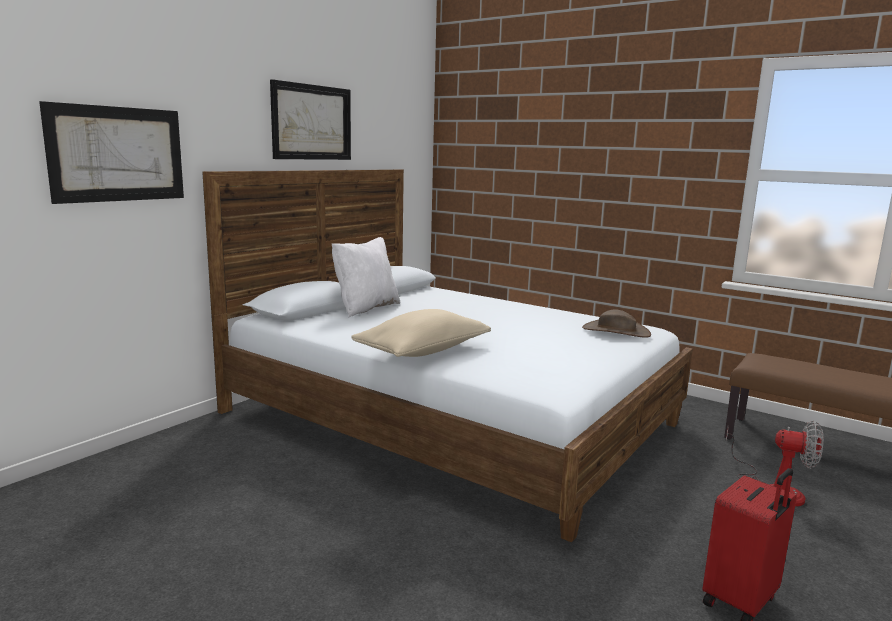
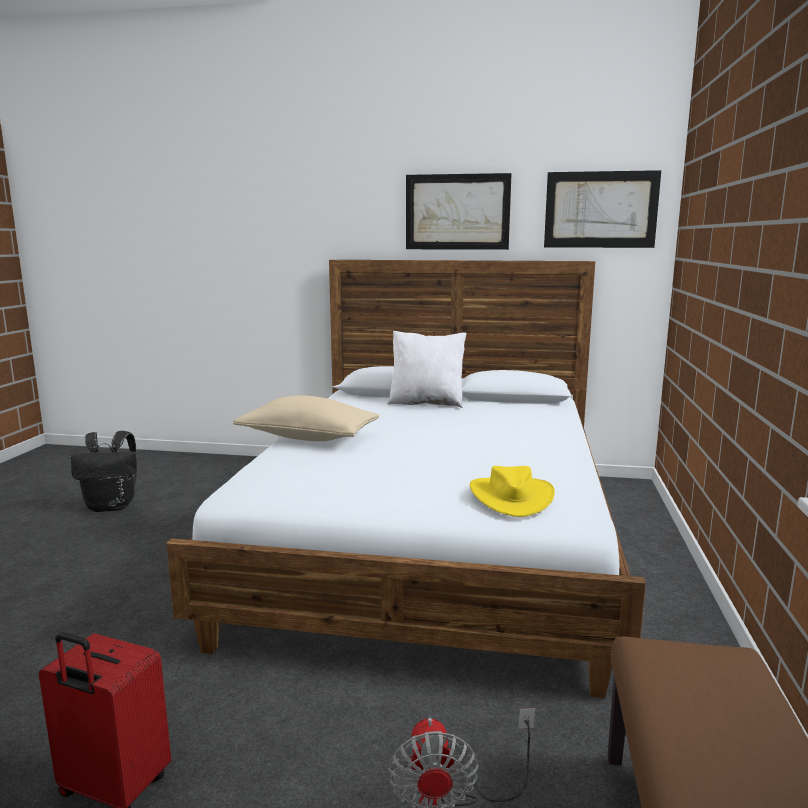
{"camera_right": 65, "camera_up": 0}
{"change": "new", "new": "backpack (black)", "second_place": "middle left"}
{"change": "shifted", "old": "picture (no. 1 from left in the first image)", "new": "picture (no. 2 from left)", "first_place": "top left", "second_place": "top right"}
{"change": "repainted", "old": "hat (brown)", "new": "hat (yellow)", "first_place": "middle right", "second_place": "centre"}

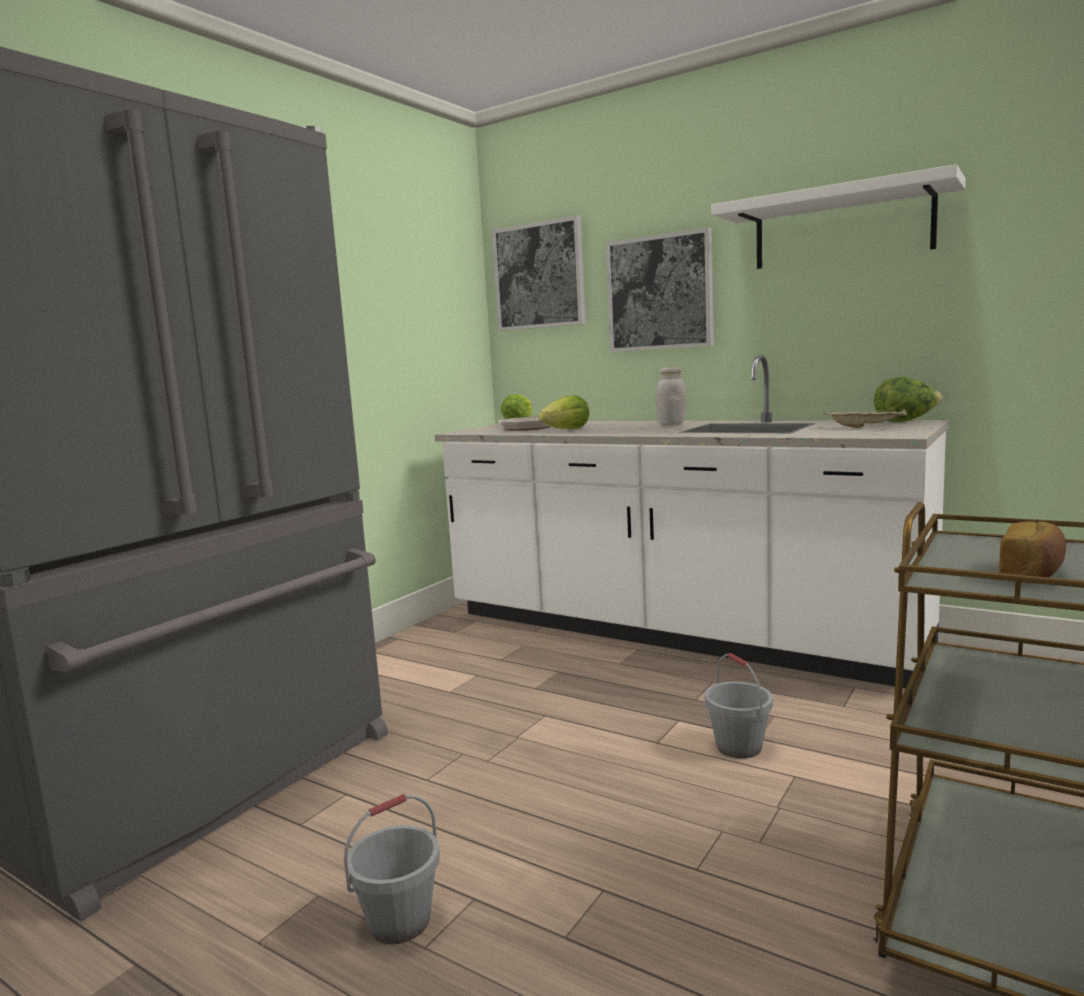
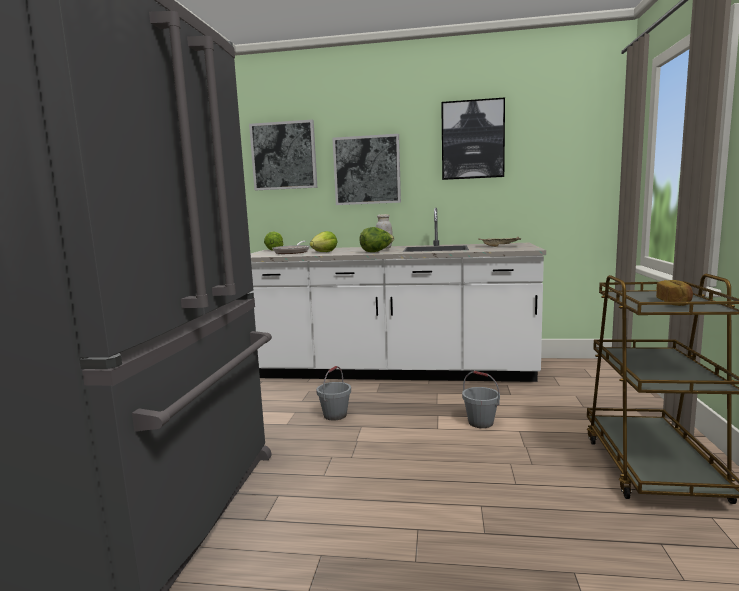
{"camera_right": -25, "camera_up": 0}
{"change": "shifted", "old": "bucket (grey) (no. 1 from left)", "first_place": "bottom centre", "second_place": "centre"}
{"change": "shifted", "old": "lettuce (no. 3 from left)", "first_place": "middle right", "second_place": "centre"}
{"change": "swapped", "old": "shelf (white)", "new": "picture (no. 3 from left)", "first_place": "top right", "second_place": "top centre"}

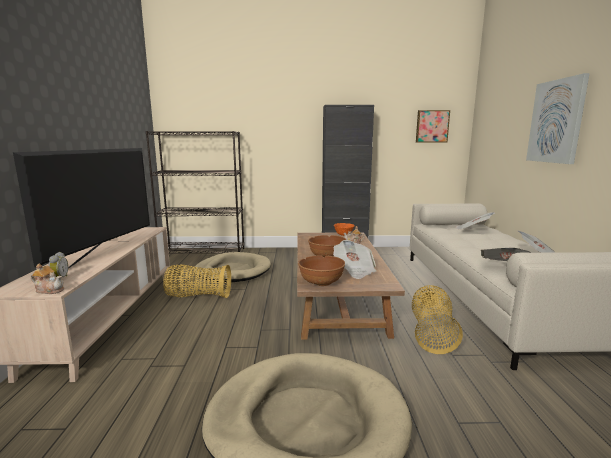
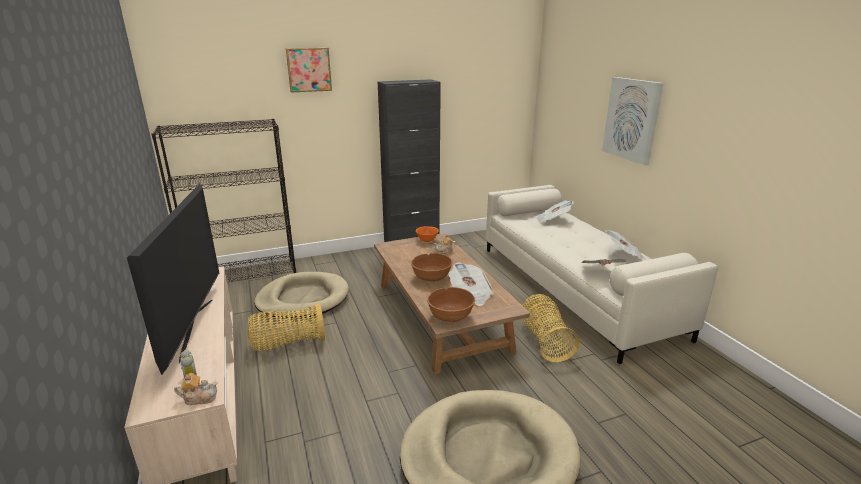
{"camera_right": -20, "camera_up": 10}
{"change": "shifted", "old": "picture (no. 1 from left)", "first_place": "top right", "second_place": "top centre"}

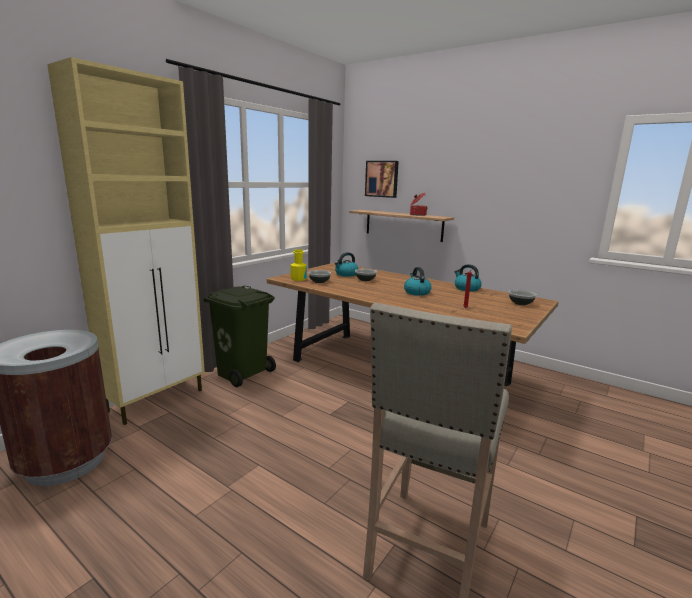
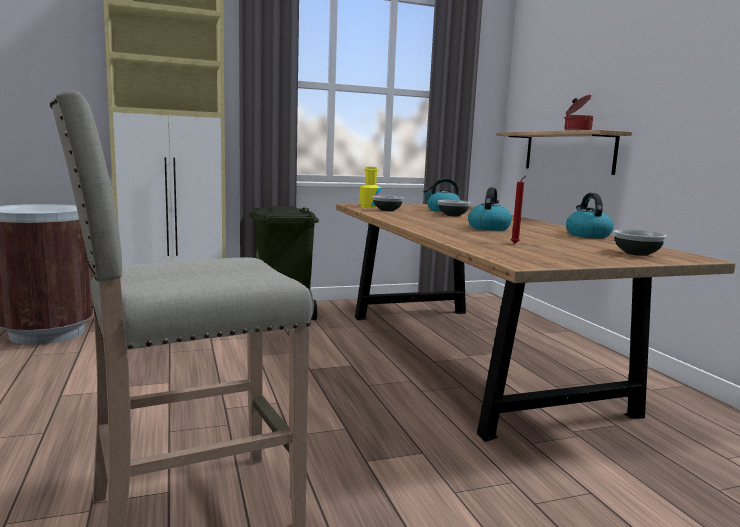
{"camera_right": 35, "camera_up": -5}
{"change": "gone", "old": "picture", "first_place": "top centre"}

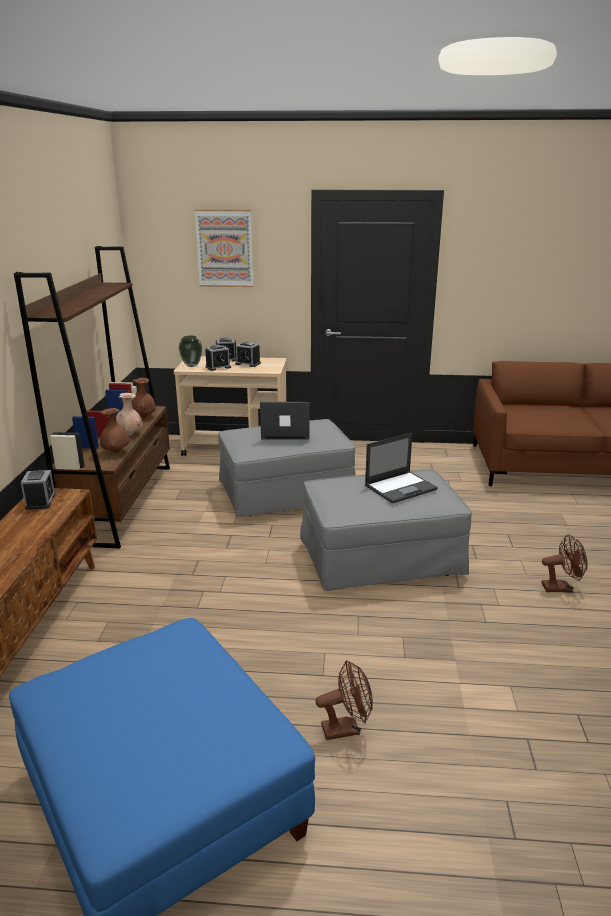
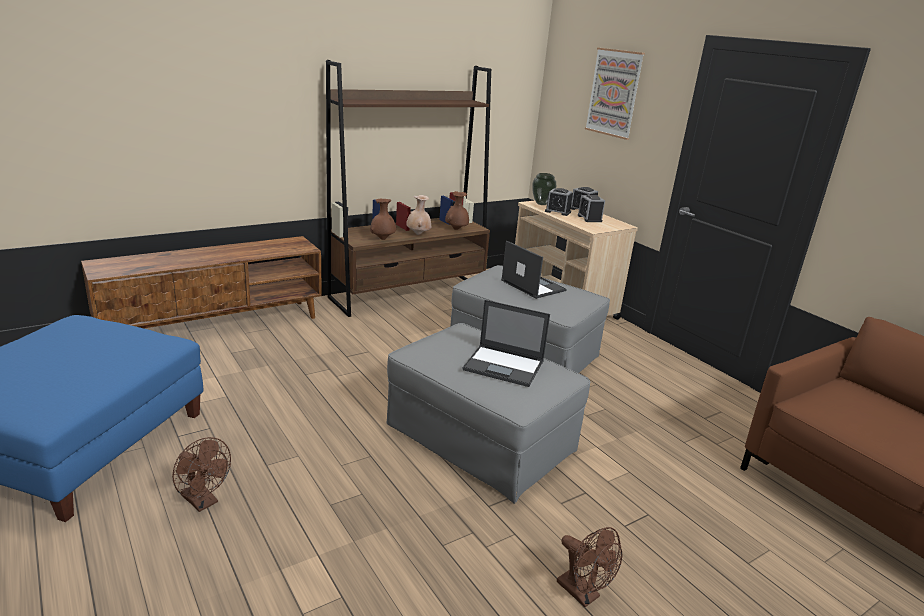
{"camera_right": 50, "camera_up": 0}
{"change": "gone", "old": "alarm clock (no. 1 from left)", "first_place": "middle left"}

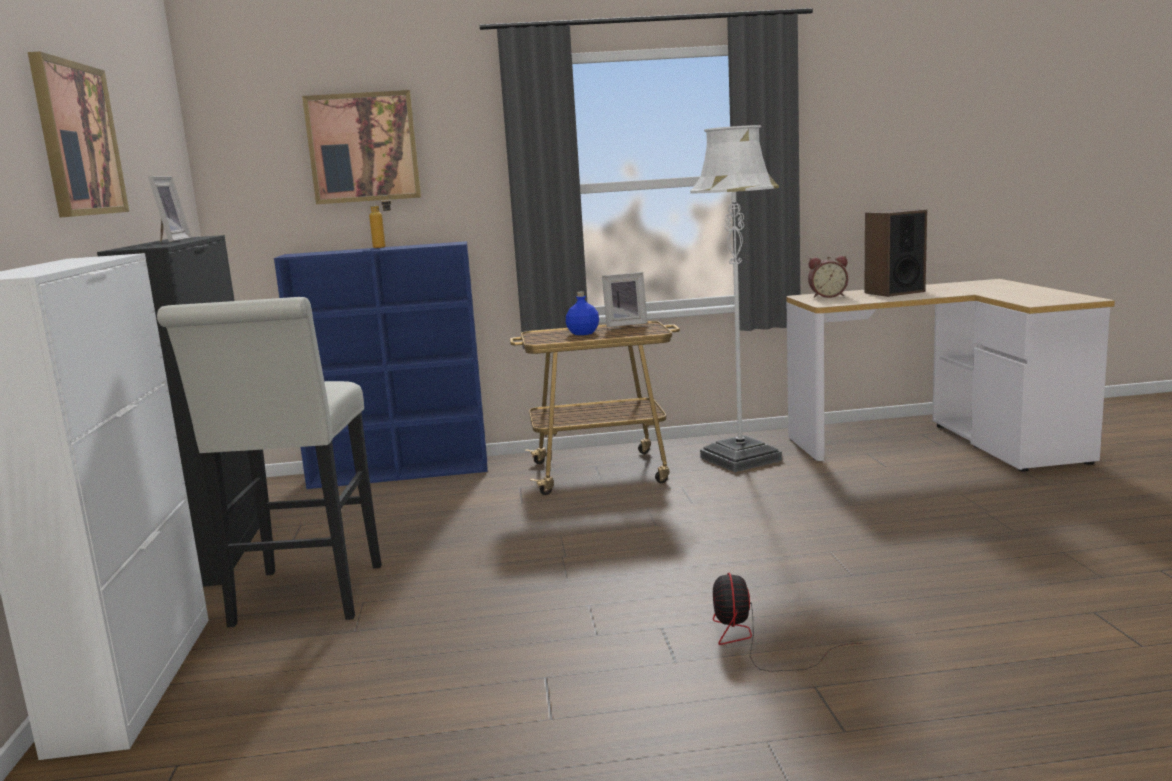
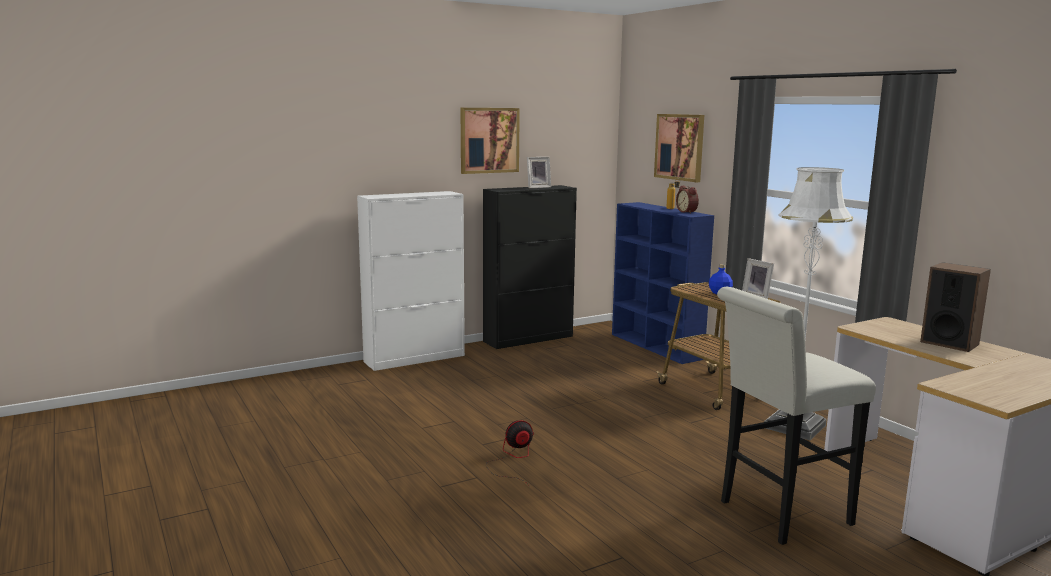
{"camera_right": 65, "camera_up": 0}
{"change": "shifted", "old": "stool (white)", "first_place": "middle left", "second_place": "bottom right"}
{"change": "shifted", "old": "alarm clock", "first_place": "middle right", "second_place": "centre"}

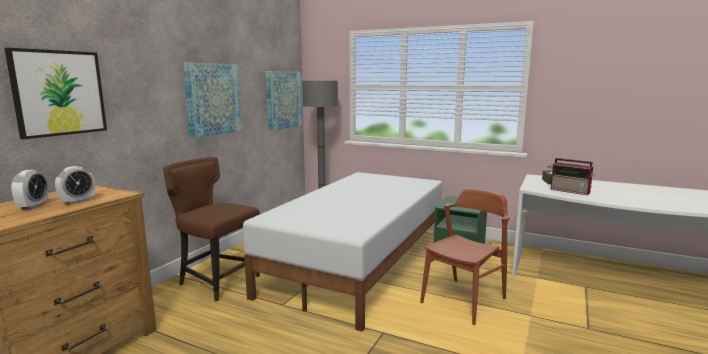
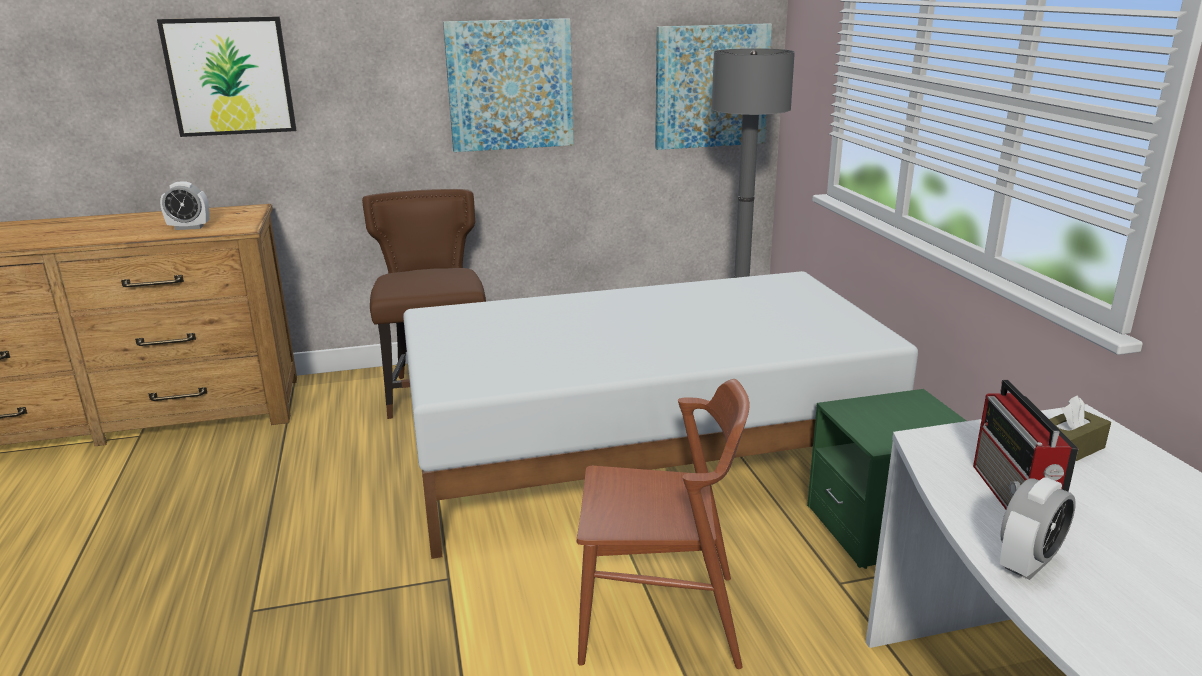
{"camera_right": 50, "camera_up": 10}
{"change": "shifted", "old": "alarm clock (no. 1 from left in the first image)", "new": "alarm clock (no. 2 from left)", "first_place": "middle left", "second_place": "bottom right"}

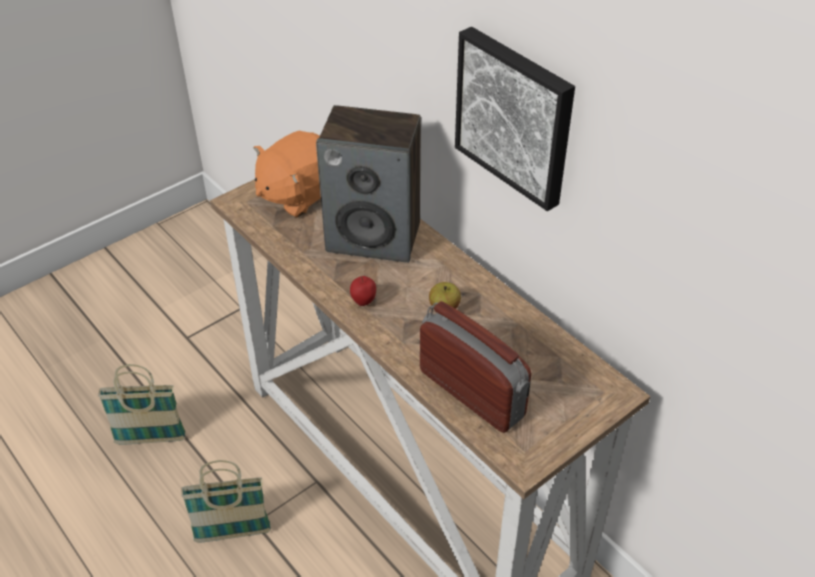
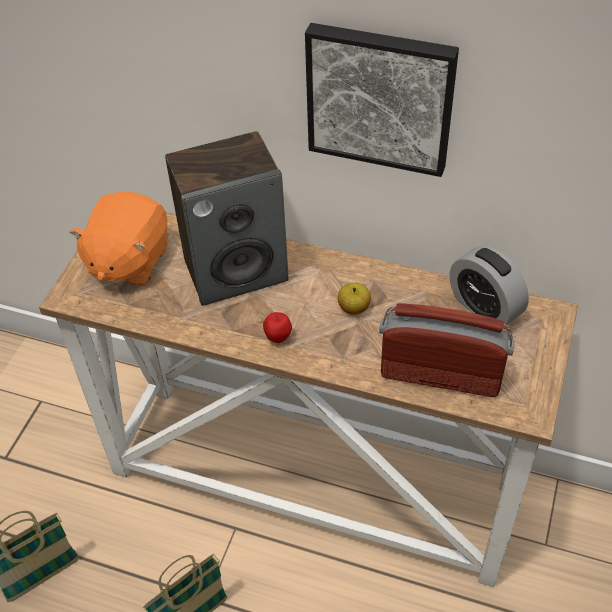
{"camera_right": -30, "camera_up": 5}
{"change": "new", "new": "alarm clock", "second_place": "middle right"}

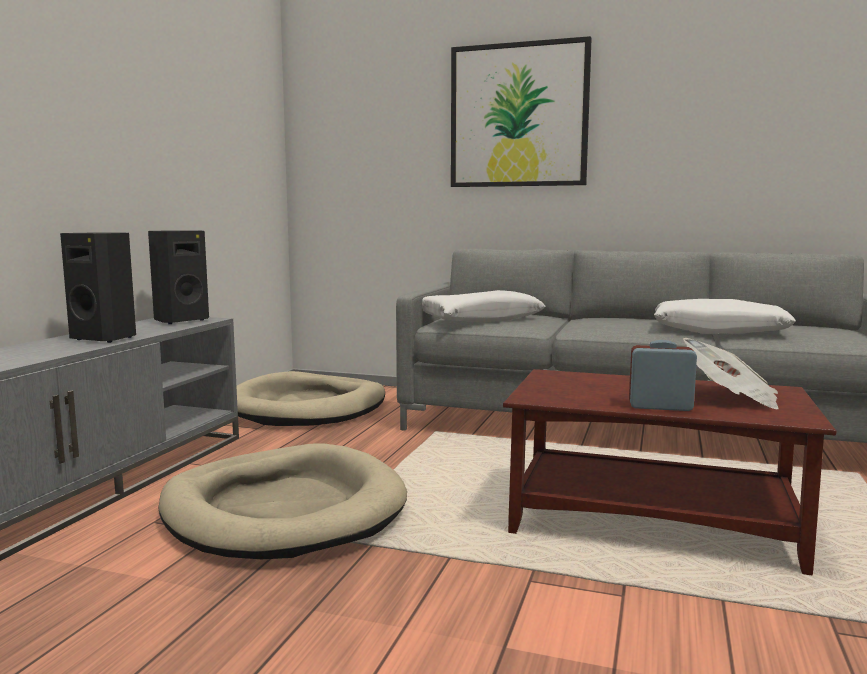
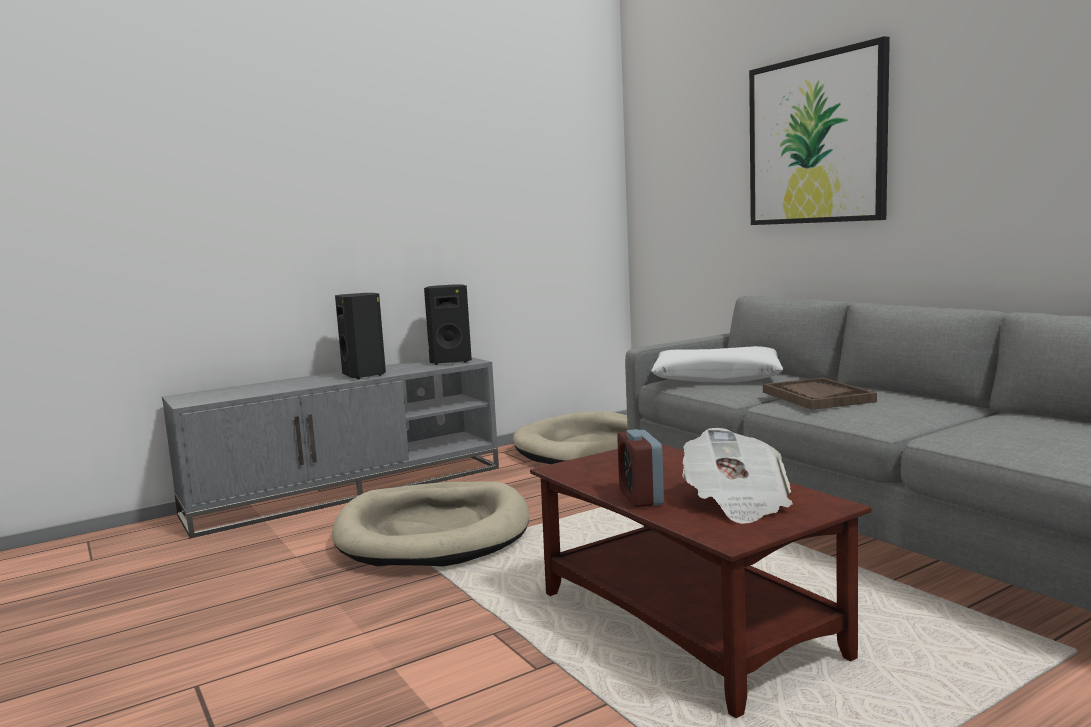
{"camera_right": 40, "camera_up": 0}
{"change": "gone", "old": "pillow (white) (no. 2 from left)", "first_place": "middle right"}
{"change": "new", "new": "tray (brown)", "second_place": "middle right"}
{"change": "rotated", "old": "alarm clock", "first_place": "middle right", "second_place": "centre", "degrees": -150}

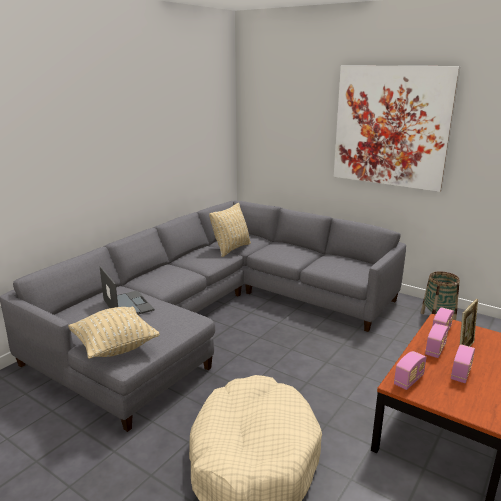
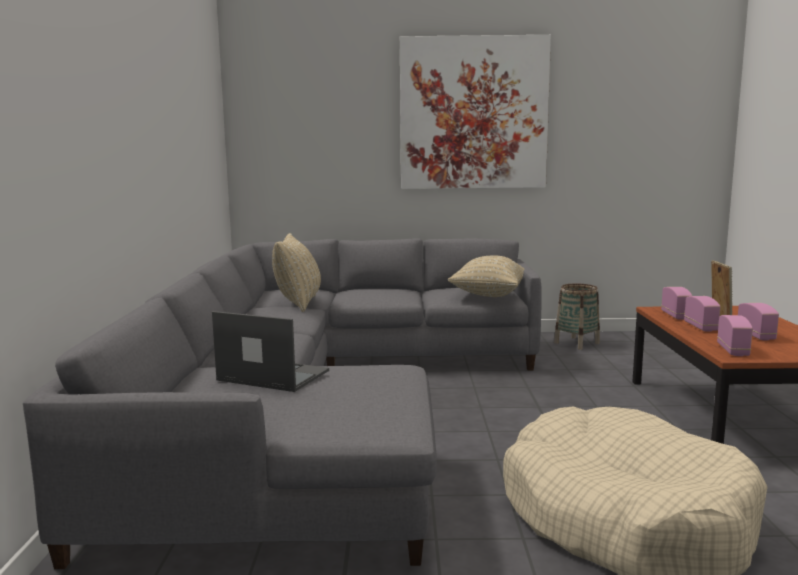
{"camera_right": -35, "camera_up": -10}
{"change": "shifted", "old": "pillow (beige) (no. 1 from left in the first image)", "new": "pillow (beige) (no. 2 from left)", "first_place": "middle left", "second_place": "centre"}

